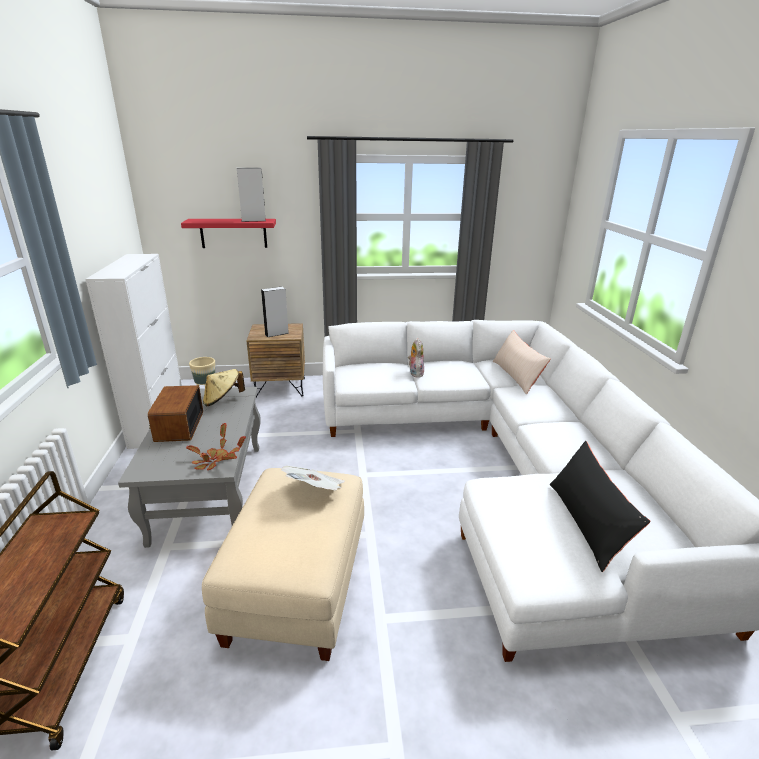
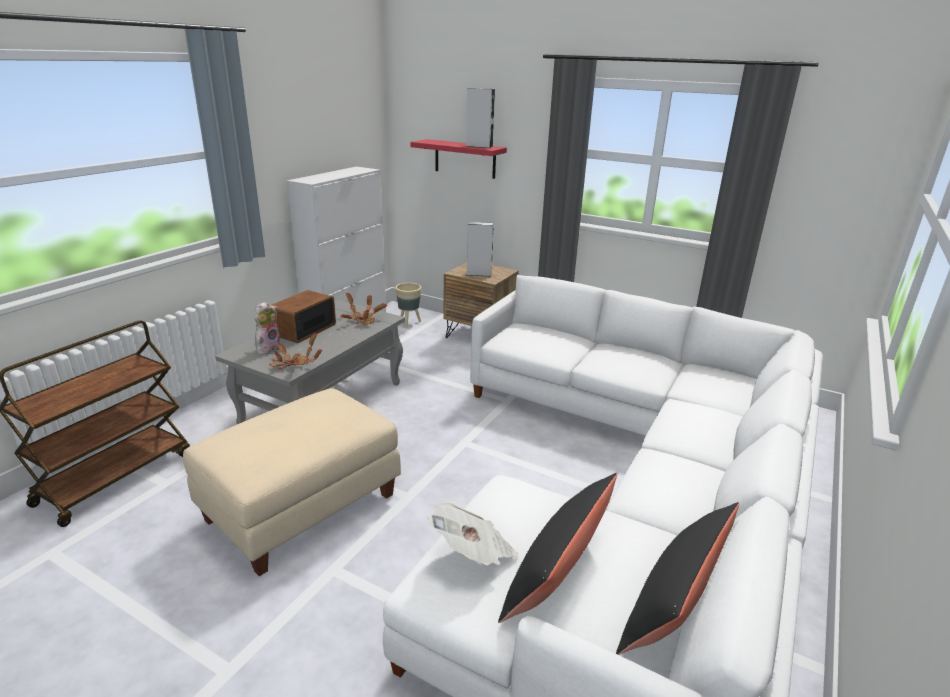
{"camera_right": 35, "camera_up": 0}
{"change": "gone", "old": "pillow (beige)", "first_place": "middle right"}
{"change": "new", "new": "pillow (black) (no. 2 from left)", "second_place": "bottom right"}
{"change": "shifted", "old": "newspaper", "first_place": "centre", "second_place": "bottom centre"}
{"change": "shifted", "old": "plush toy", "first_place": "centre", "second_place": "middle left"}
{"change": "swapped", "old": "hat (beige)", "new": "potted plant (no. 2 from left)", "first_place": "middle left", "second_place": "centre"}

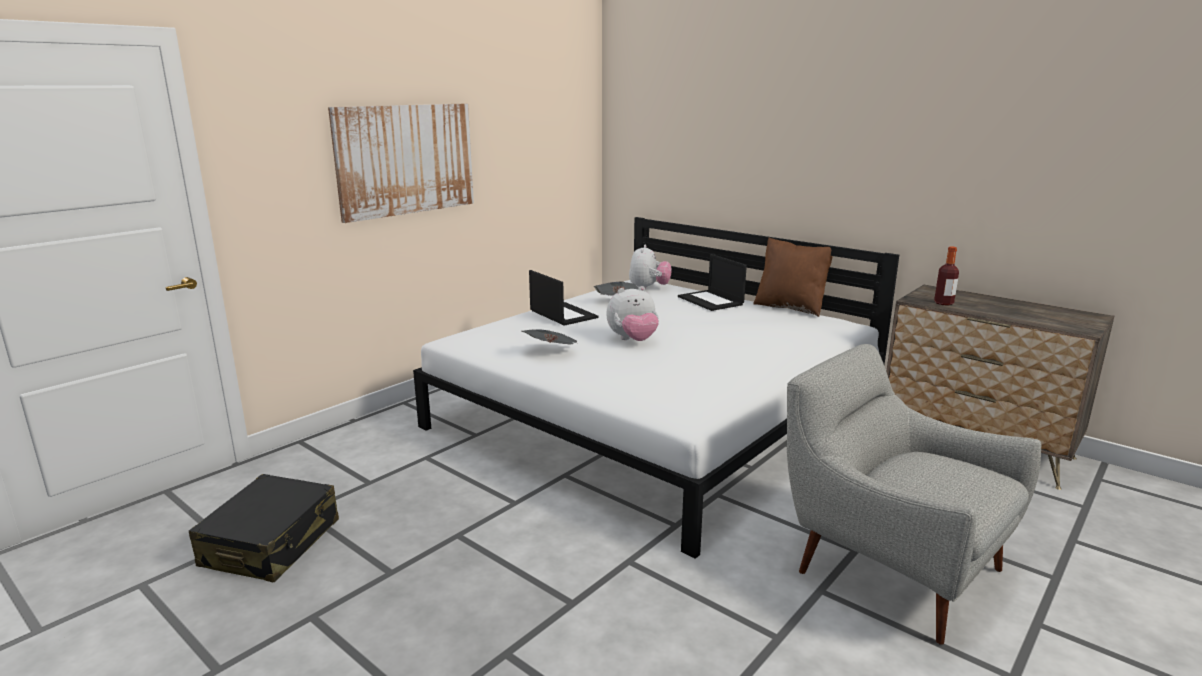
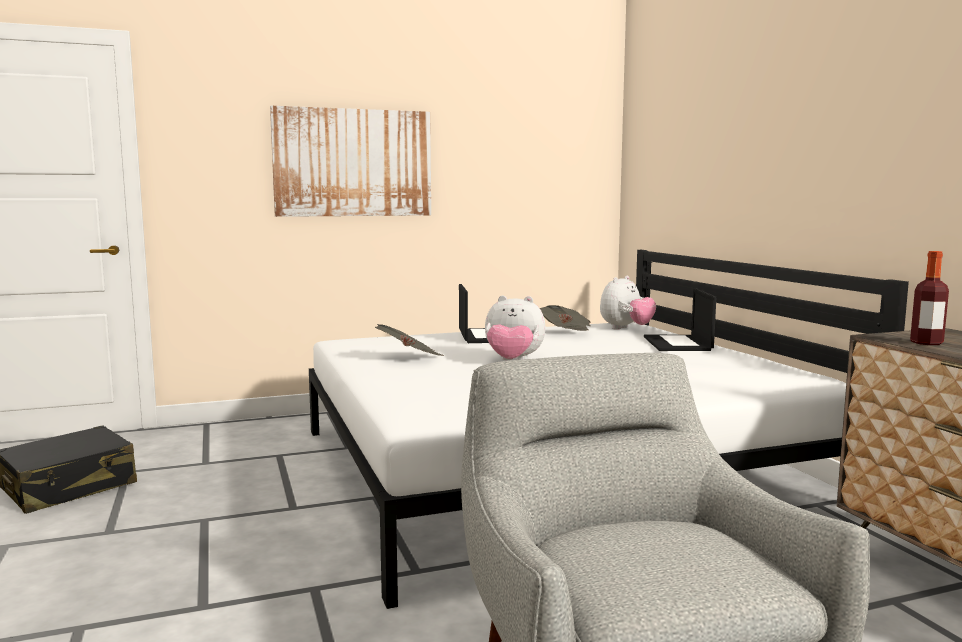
{"camera_right": 30, "camera_up": -10}
{"change": "gone", "old": "pillow (brown)", "first_place": "centre"}

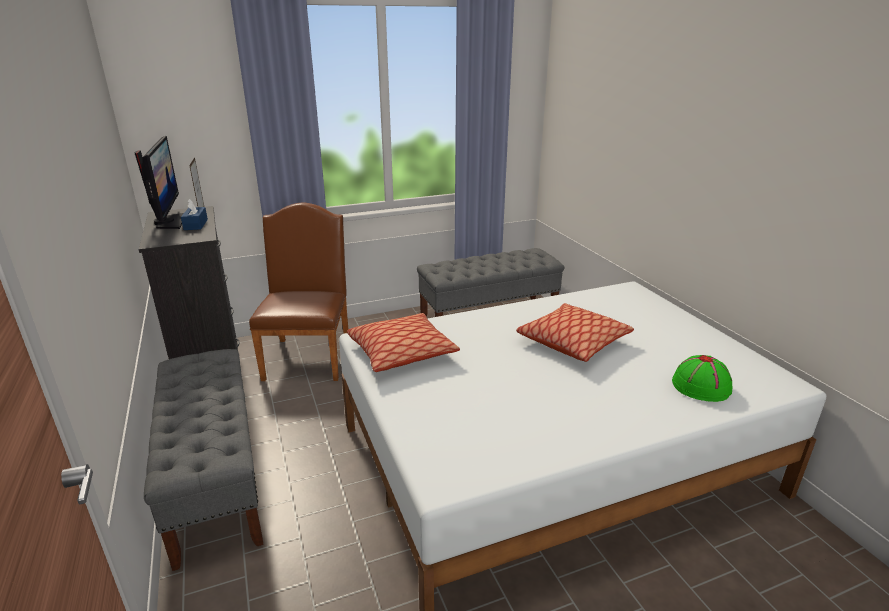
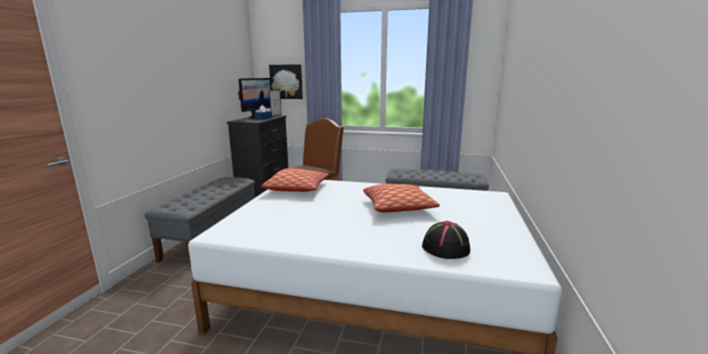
{"camera_right": 35, "camera_up": -10}
{"change": "new", "new": "picture", "second_place": "top centre"}
{"change": "repainted", "old": "hat (green)", "new": "hat (black)", "first_place": "middle right", "second_place": "bottom centre"}

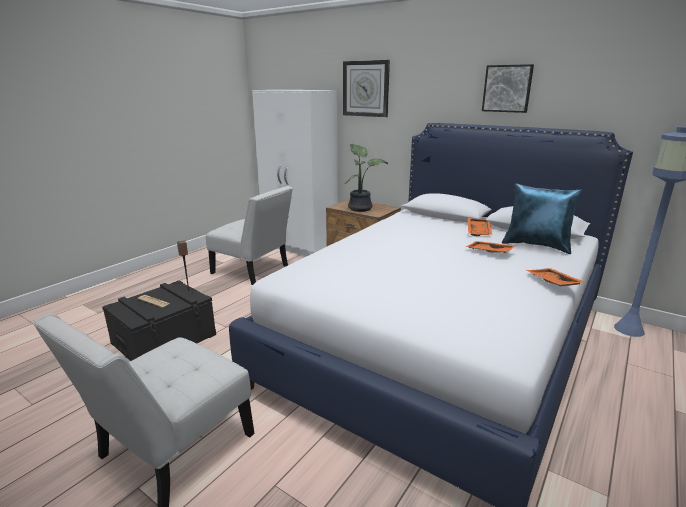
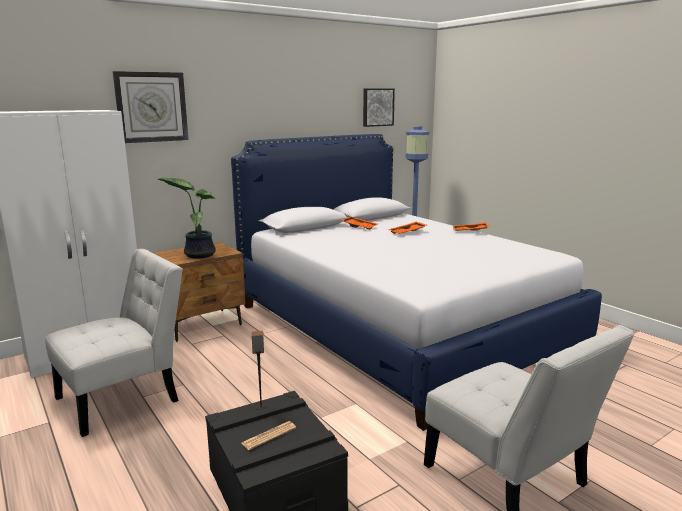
{"camera_right": -70, "camera_up": -5}
{"change": "gone", "old": "pillow (blue)", "first_place": "middle right"}
{"change": "shifted", "old": "picture", "first_place": "top right", "second_place": "top centre"}

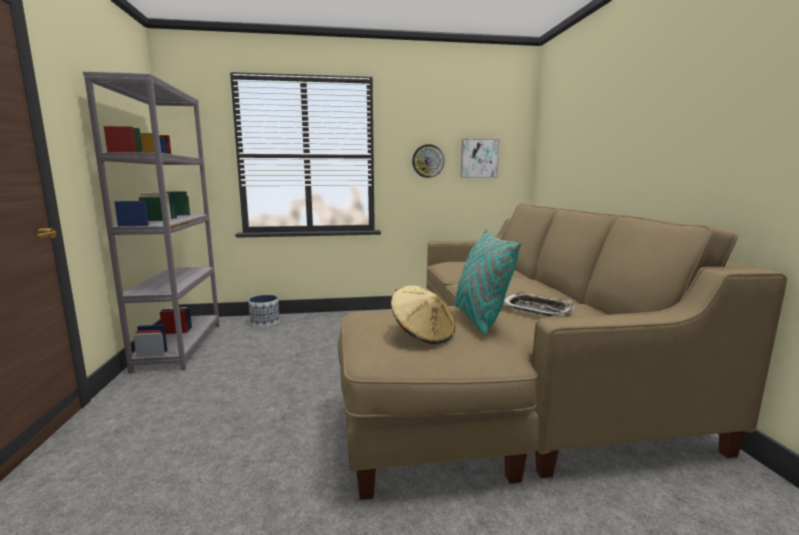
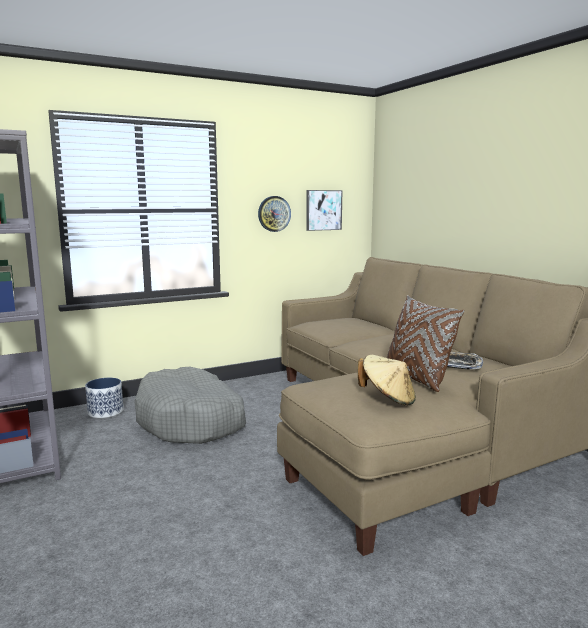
{"camera_right": -20, "camera_up": 0}
{"change": "new", "new": "dog bed (grey)", "second_place": "middle left"}
{"change": "repainted", "old": "pillow (turquoise)", "new": "pillow (brown)", "first_place": "centre", "second_place": "middle right"}

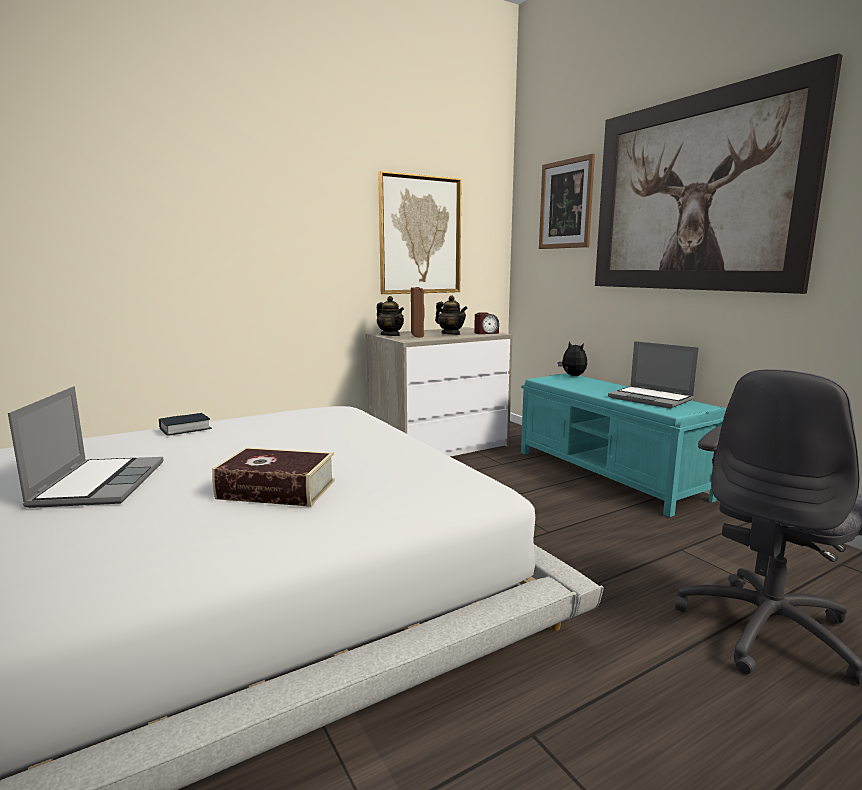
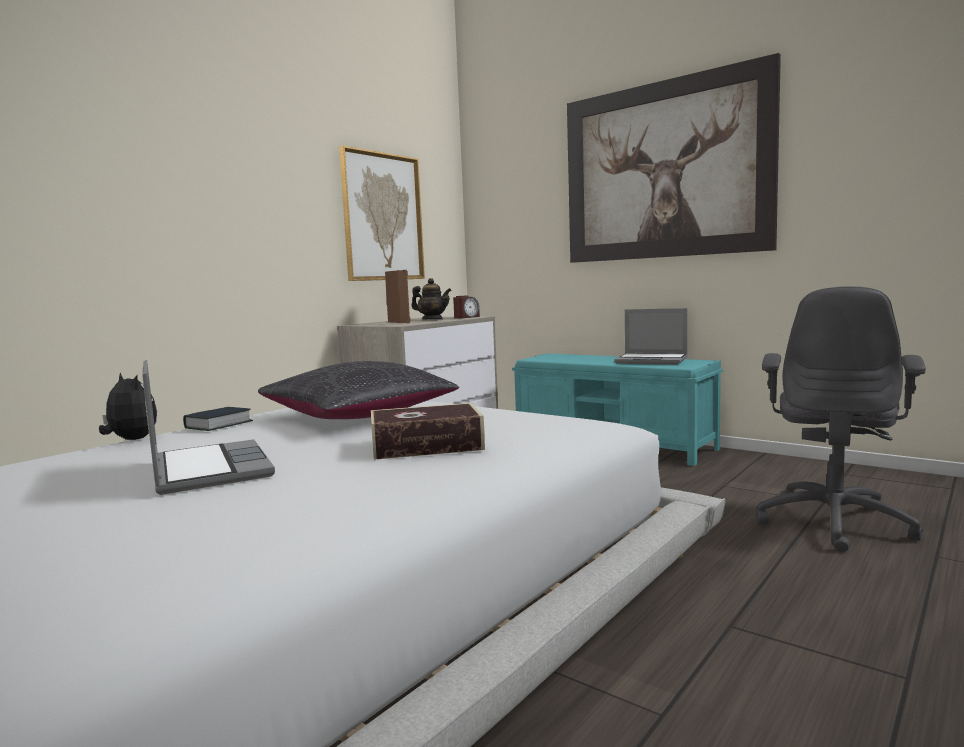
{"camera_right": -20, "camera_up": -5}
{"change": "gone", "old": "teapot (no. 1 from left)", "first_place": "centre"}
{"change": "gone", "old": "picture (no. 2 from left)", "first_place": "top centre"}
{"change": "new", "new": "pillow (black)", "second_place": "centre"}
{"change": "shifted", "old": "plush toy", "first_place": "centre", "second_place": "middle left"}

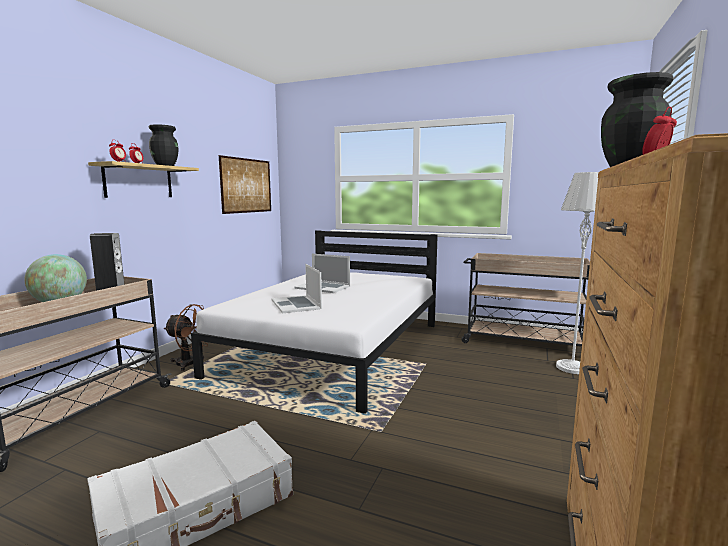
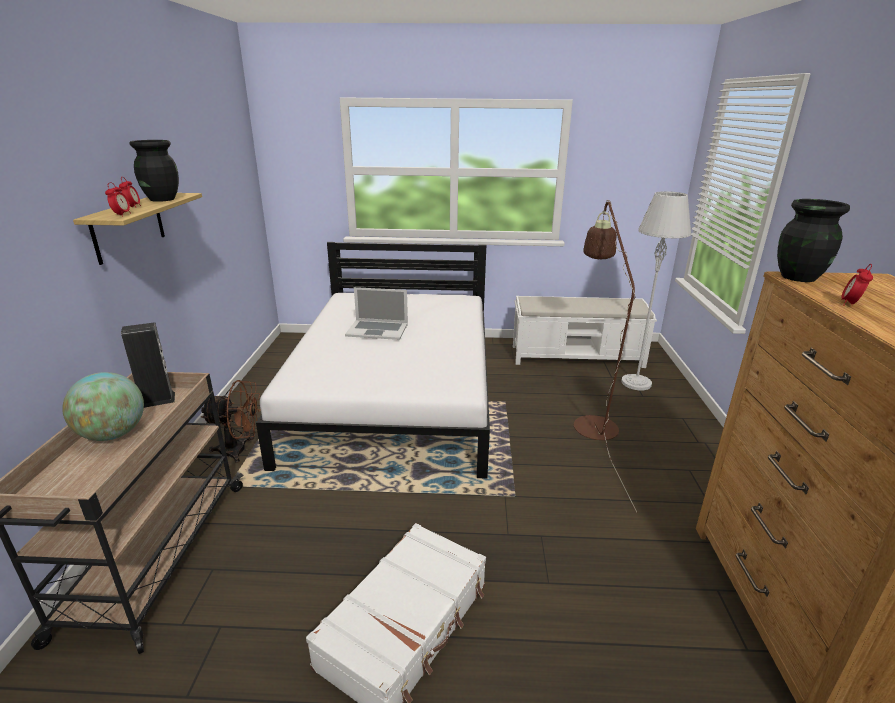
{"camera_right": -20, "camera_up": 15}
{"change": "gone", "old": "picture", "first_place": "centre"}
{"change": "gone", "old": "laptop (no. 1 from left)", "first_place": "centre"}
{"change": "new", "new": "floor lamp (brown)", "second_place": "middle right"}
{"change": "swapped", "old": "cart (beige) (no. 2 from left)", "new": "bench (white)", "first_place": "middle right", "second_place": "centre"}

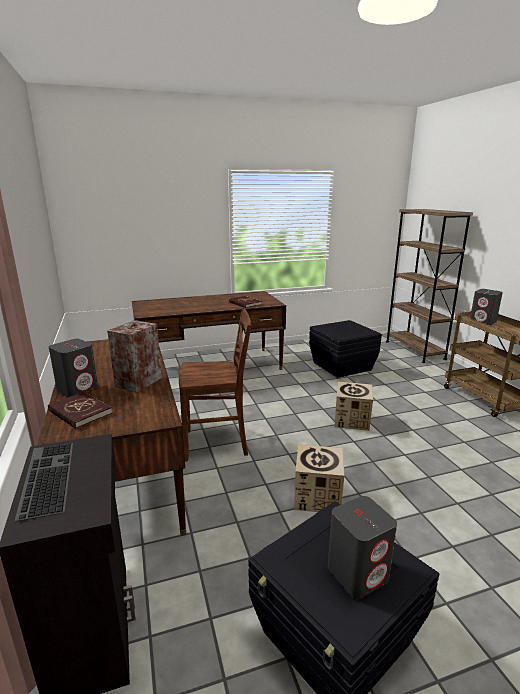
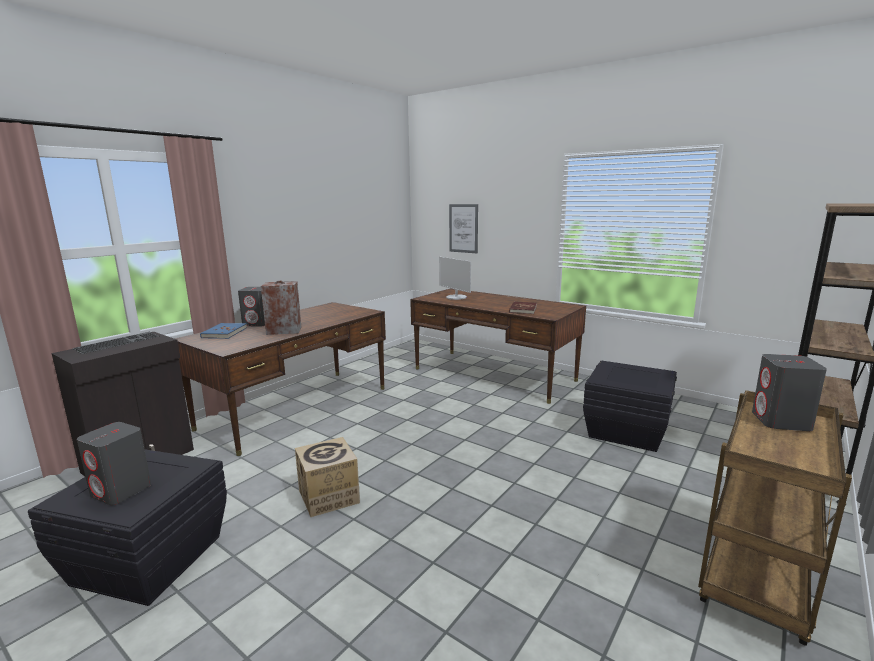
{"camera_right": 55, "camera_up": -5}
{"change": "gone", "old": "chair (brown)", "first_place": "centre"}
{"change": "gone", "old": "cardboard box (no. 2 from left)", "first_place": "middle right"}
{"change": "new", "new": "monitor", "second_place": "centre"}
{"change": "new", "new": "picture", "second_place": "centre"}
{"change": "repainted", "old": "book (red) (no. 1 from left)", "new": "book (blue)", "first_place": "middle left", "second_place": "middle left"}

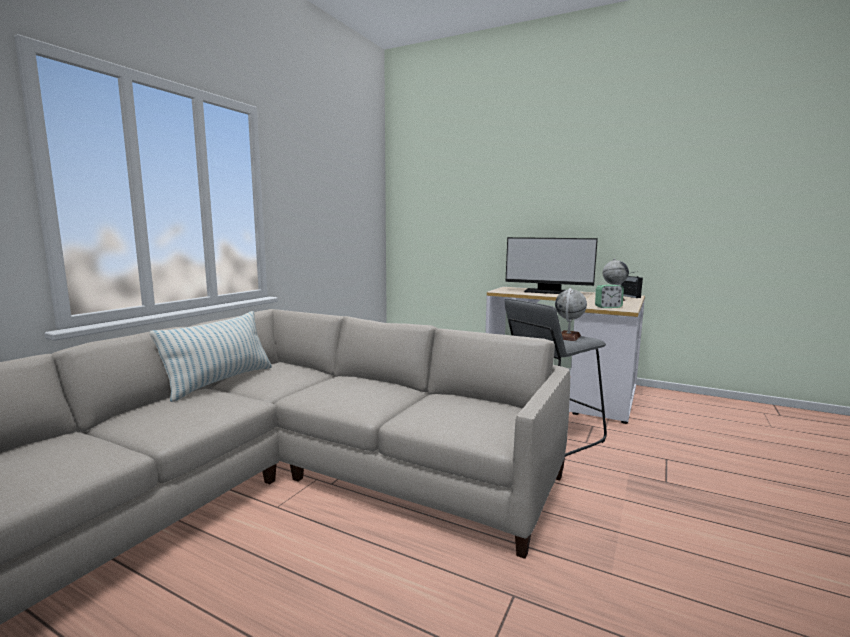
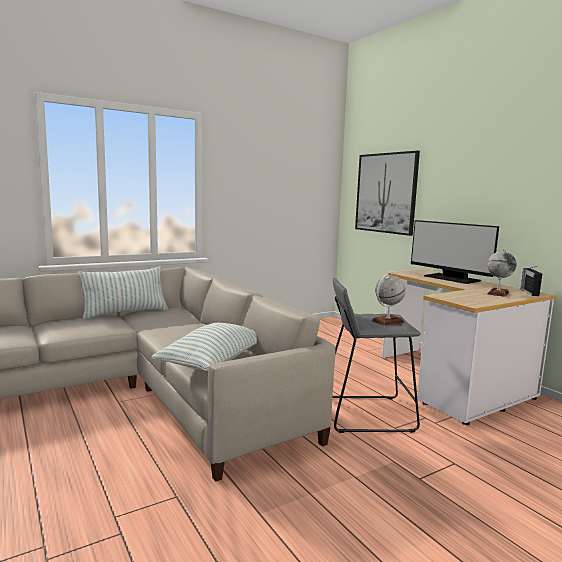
{"camera_right": 30, "camera_up": 0}
{"change": "gone", "old": "alarm clock", "first_place": "middle right"}
{"change": "new", "new": "pillow (no. 2 from left)", "second_place": "centre"}
{"change": "new", "new": "picture", "second_place": "middle right"}

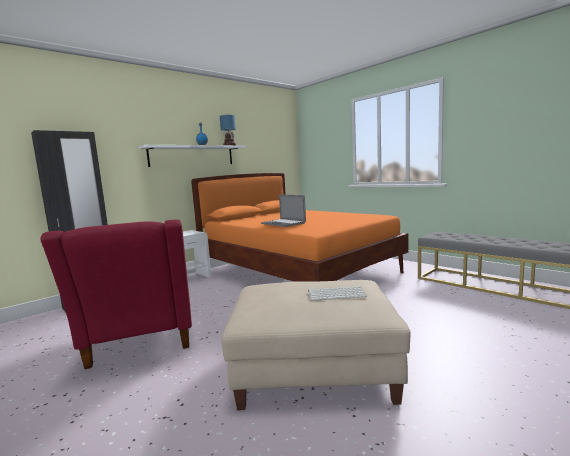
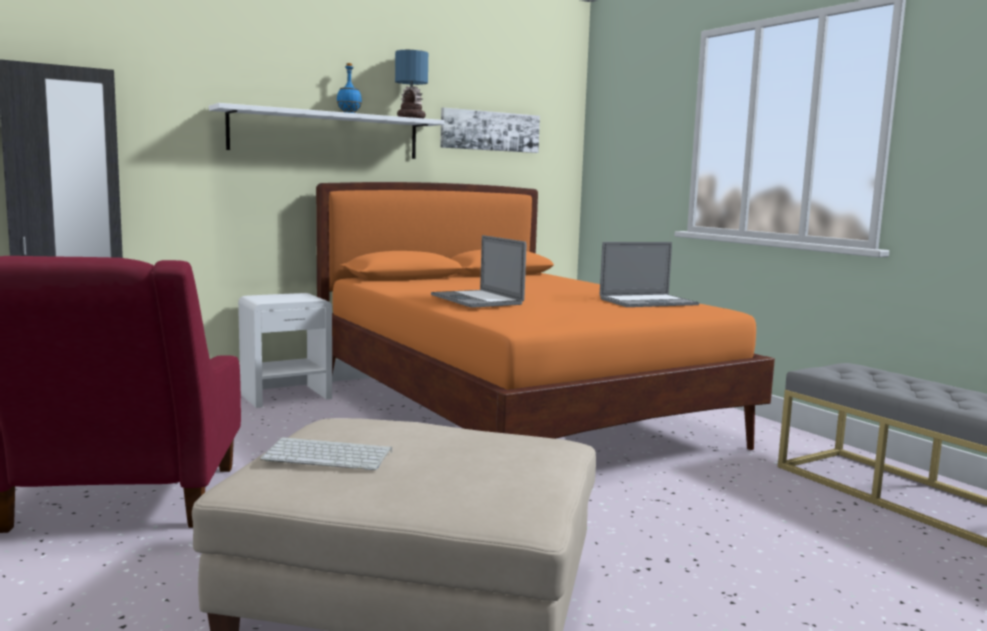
{"camera_right": 10, "camera_up": 0}
{"change": "new", "new": "picture", "second_place": "top centre"}
{"change": "new", "new": "laptop (no. 2 from left)", "second_place": "centre"}
{"change": "shifted", "old": "keyboard", "first_place": "centre", "second_place": "bottom left"}

